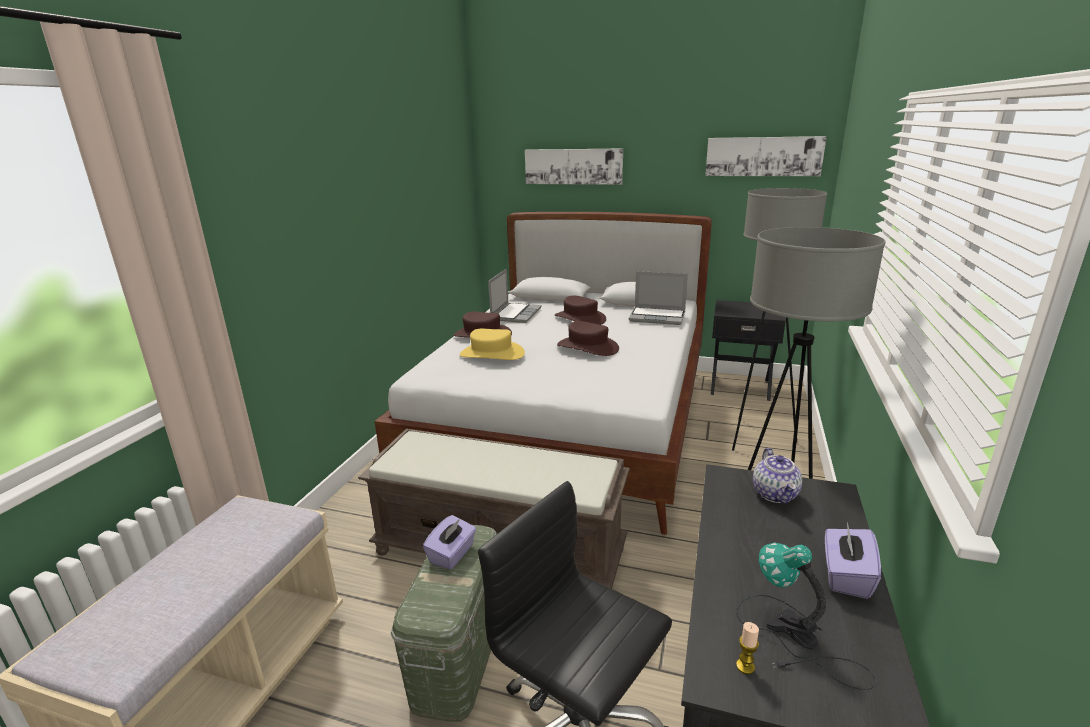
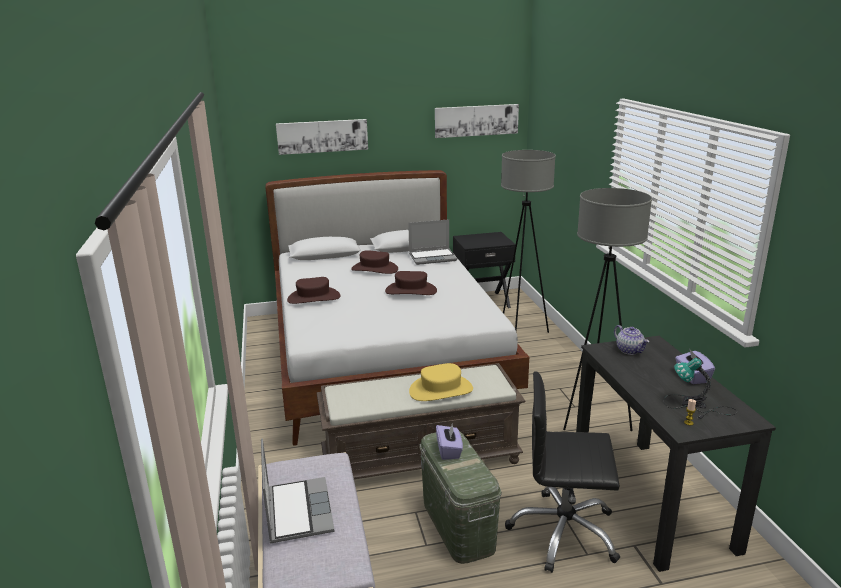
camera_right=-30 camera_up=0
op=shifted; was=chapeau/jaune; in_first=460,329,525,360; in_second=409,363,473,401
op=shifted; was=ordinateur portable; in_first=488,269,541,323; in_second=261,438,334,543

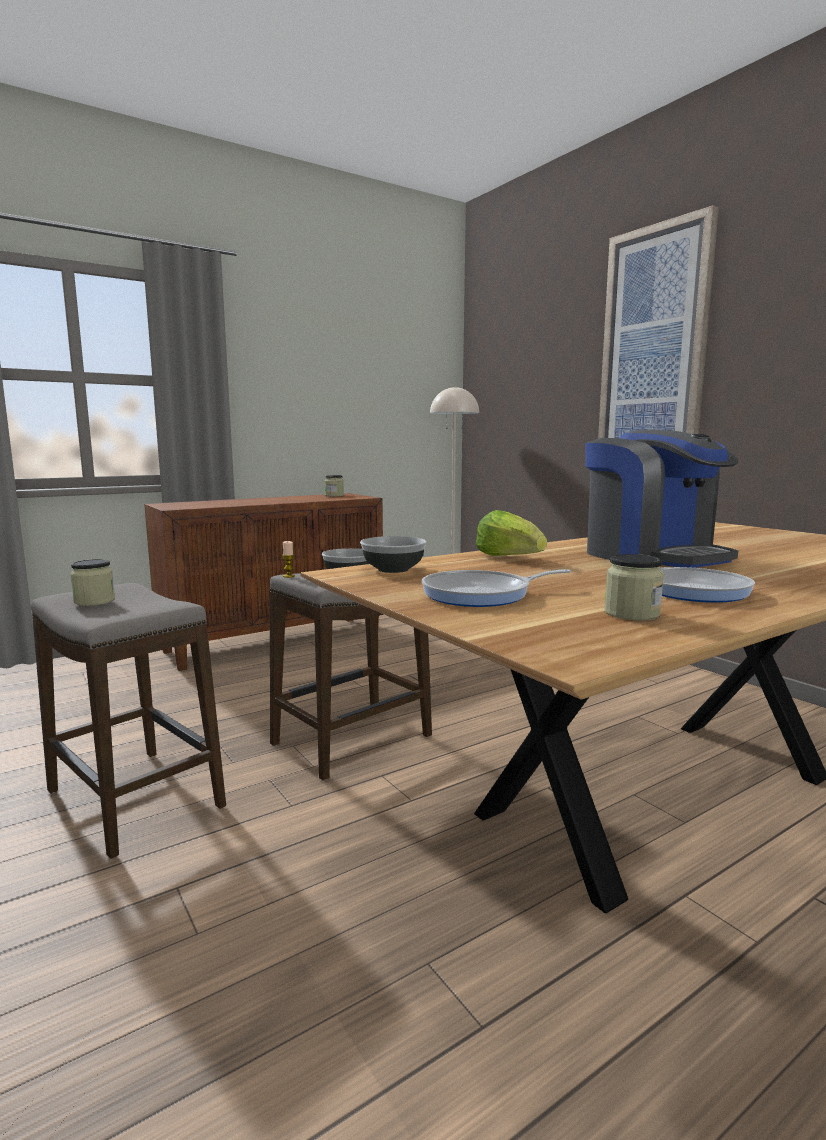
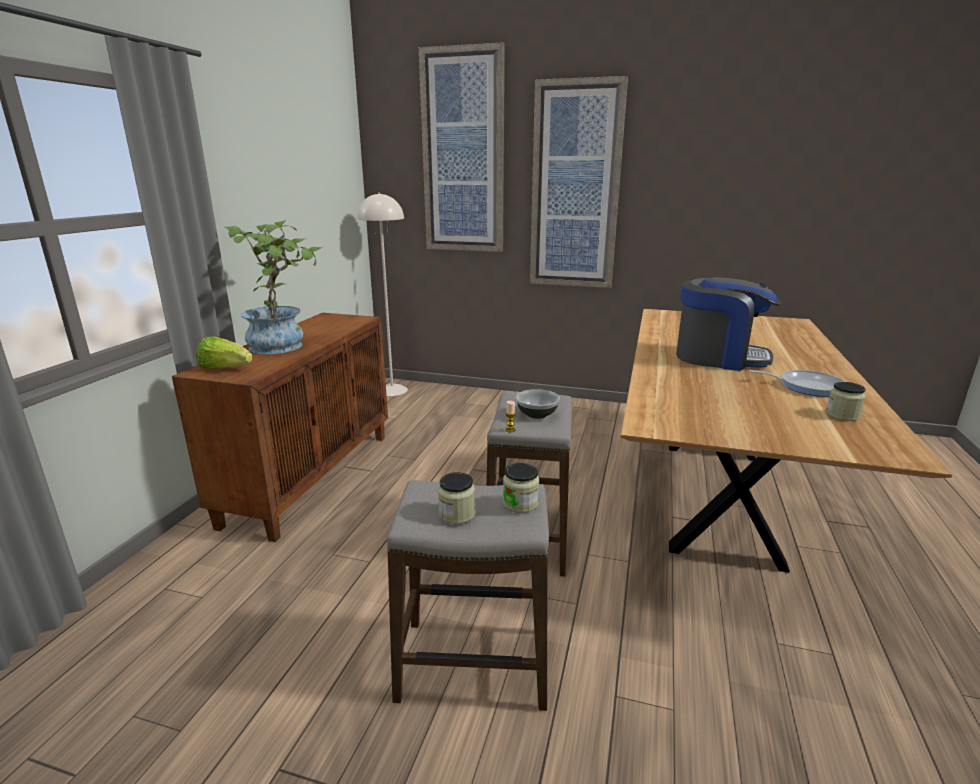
camera_right=-40 camera_up=10
op=shifted; was=bocal; in_first=324,475,344,497; in_second=503,463,539,513
op=gone; was=bol; in_first=360,536,427,573
op=gone; was=poêle; in_first=422,569,571,607
op=shifted; was=laitue; in_first=476,510,547,556; in_second=196,336,252,369
op=new; now=plante en pot; in_second=225,220,322,354
op=new; now=tableau; in_second=419,42,505,252

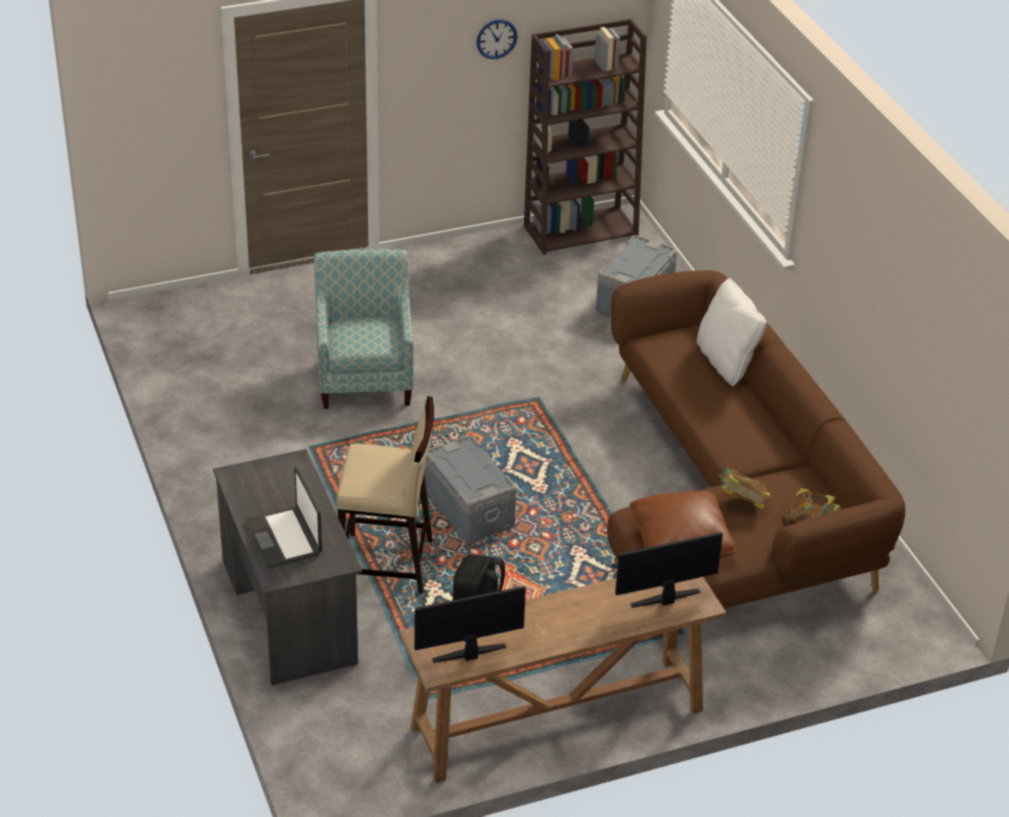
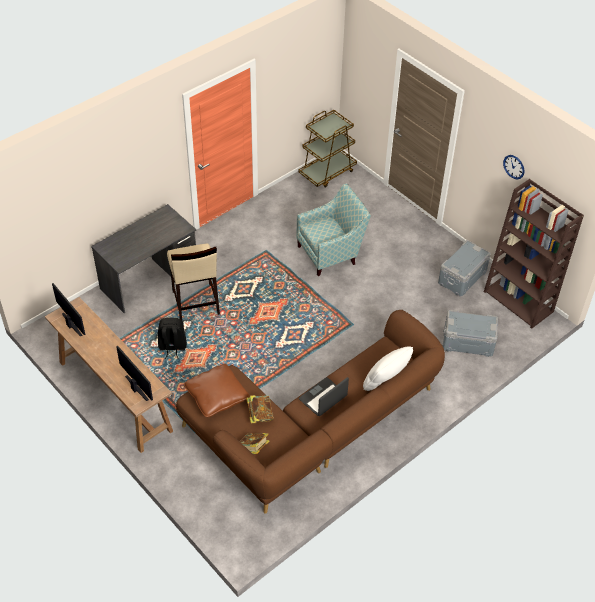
camera_right=70 camera_up=10
op=shifted; was=ordinateur portable; in_first=245,467,322,568; in_second=299,377,349,416
op=shifted; was=boîte de rangement/gris; in_first=424,435,517,543; in_second=438,240,491,297
op=new; now=chariot/marron; in_second=298,110,357,188

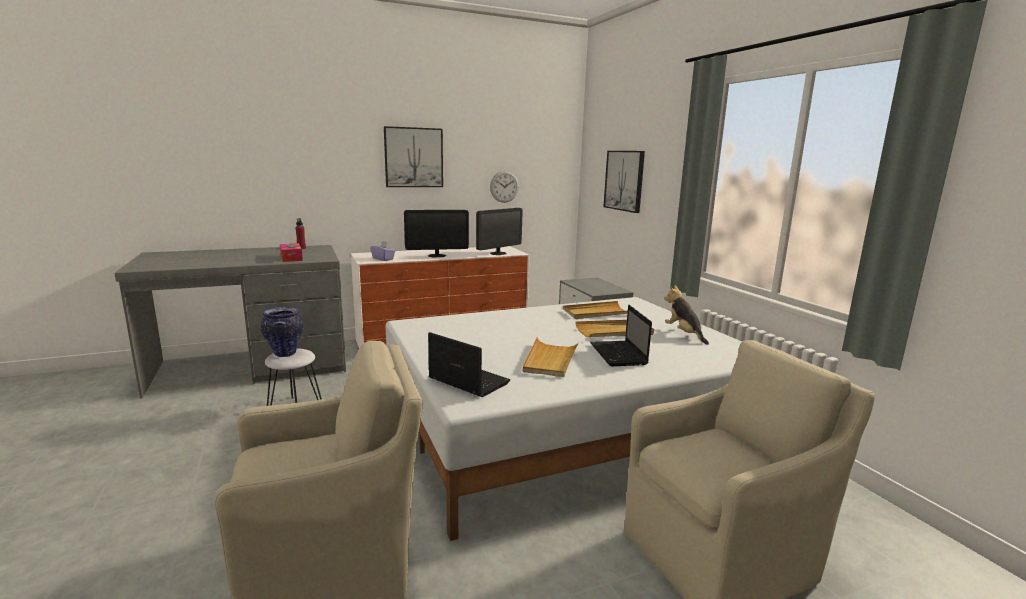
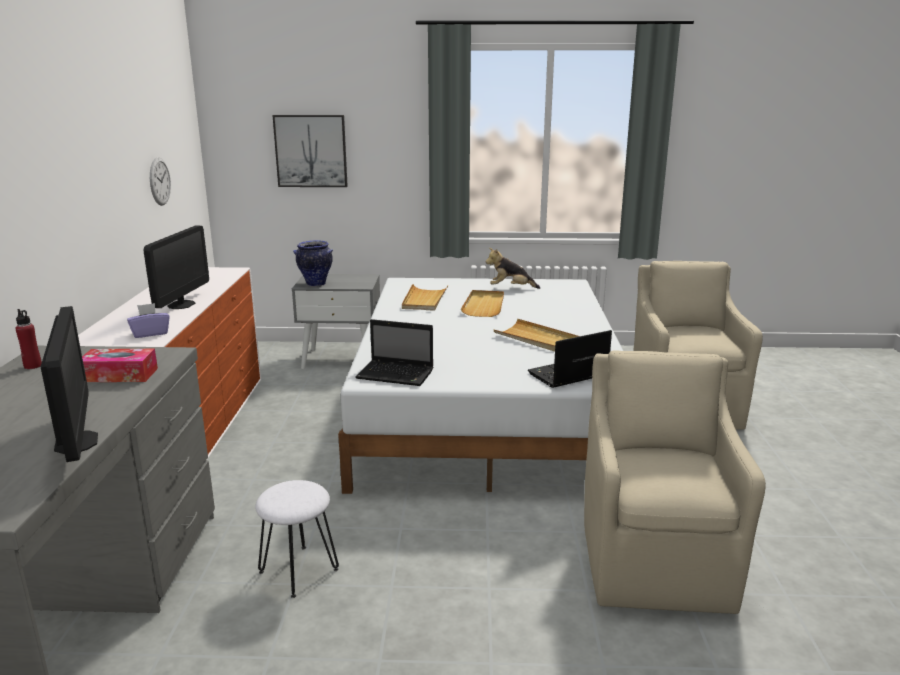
camera_right=-65 camera_up=5
op=shifted; was=vase; in_first=261,307,304,357; in_second=293,240,333,286
op=gone; was=tableau; in_first=384,126,443,187
op=shifted; was=écran d'ordinateur; in_first=476,208,523,255; in_second=41,306,98,462
op=shifted; was=ordinateur portable; in_first=590,305,652,366; in_second=355,319,434,386

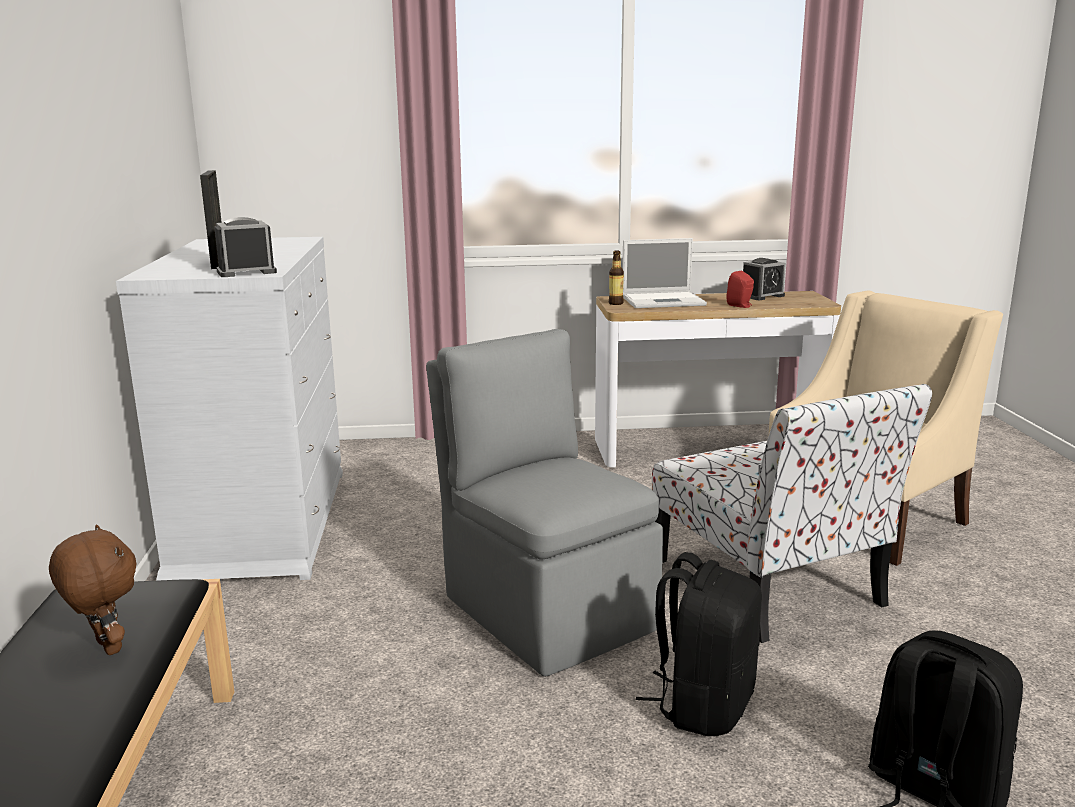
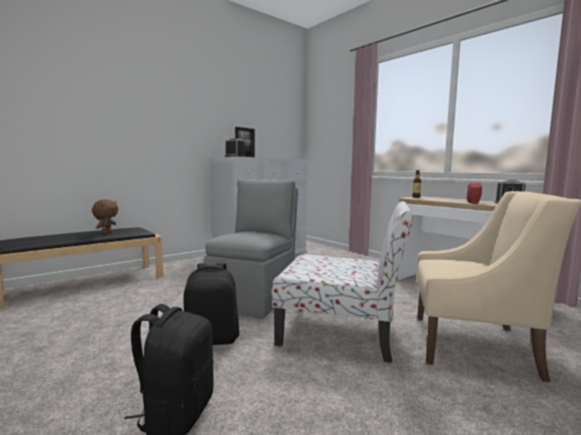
camera_right=55 camera_up=-10
op=gone; was=ordinateur portable; in_first=622,238,707,308
op=rotated; was=chaise; in_first=652,384,932,643; in_second=272,201,414,363; clockwise=-105

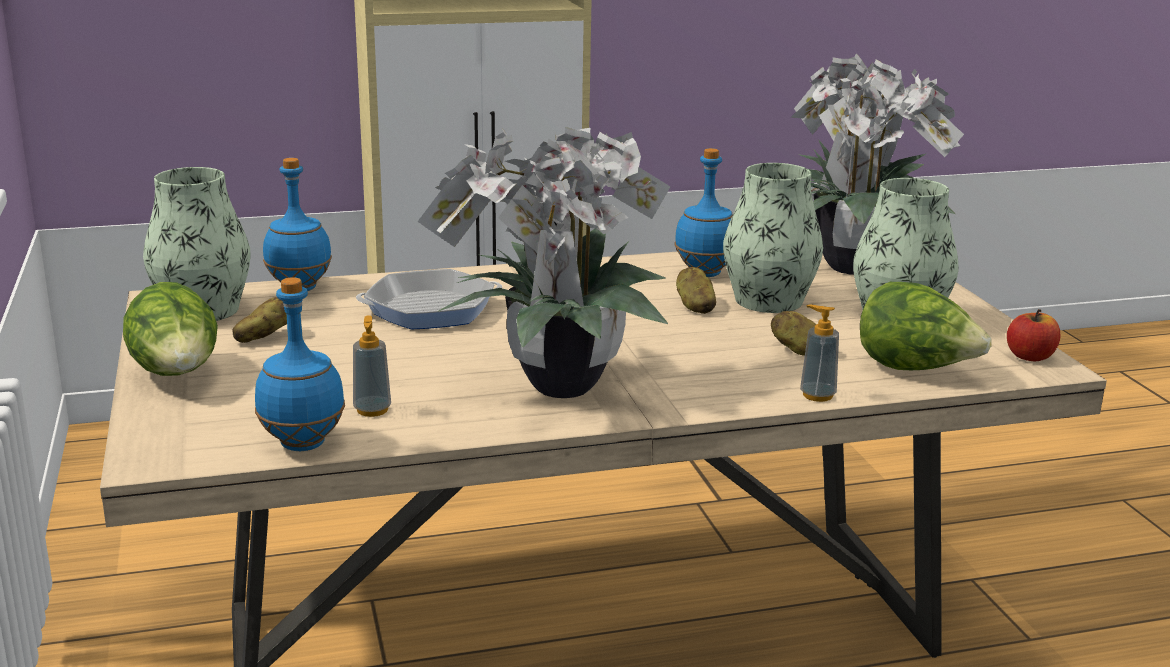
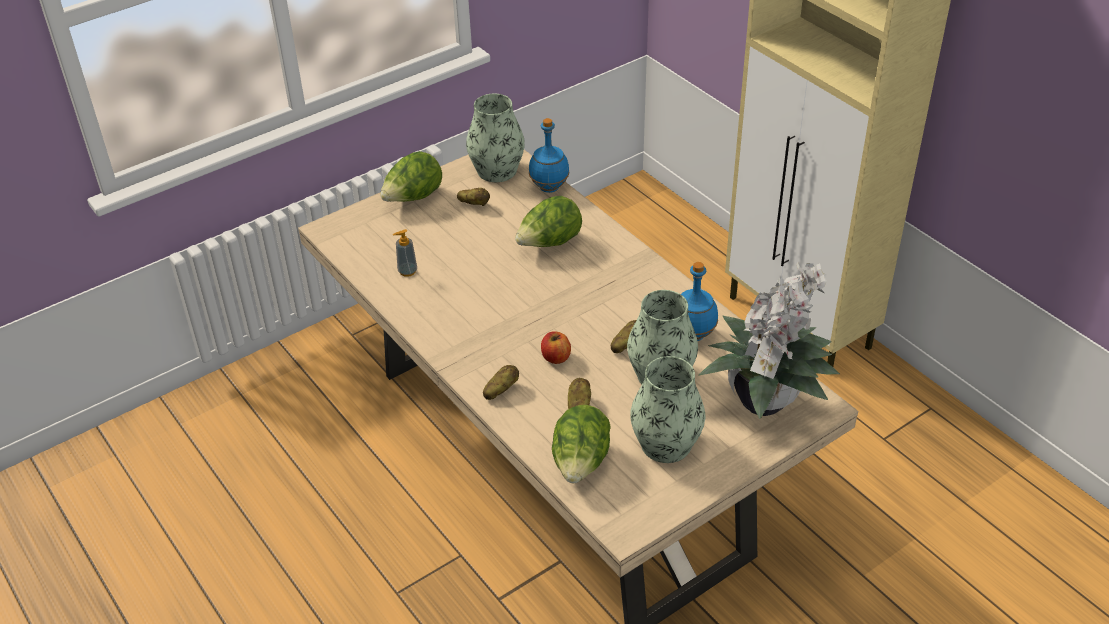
camera_right=70 camera_up=20
op=gone; was=bouteille/bleu; in_first=255,277,345,451
op=swapped; was=poêle; now=laitue; in_first=356,269,502,330; in_second=515,196,582,247
op=gone; was=plante en pot; in_first=417,127,671,398
op=gone; was=distributeur de savon; in_first=800,304,839,402
op=shifted; was=pomme; in_first=1007,309,1061,361; in_second=541,331,571,364
op=new; now=pomme de terre; in_second=483,365,519,400

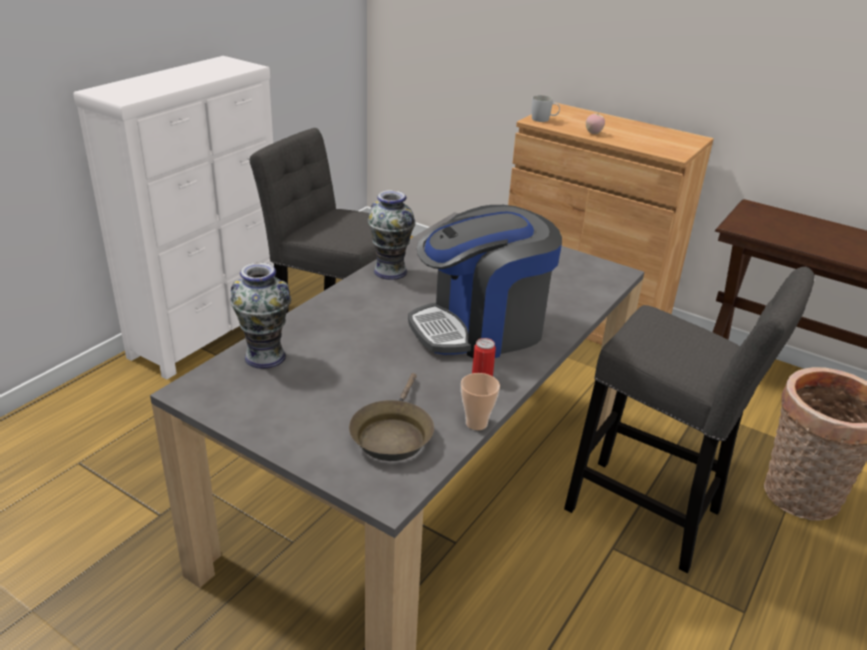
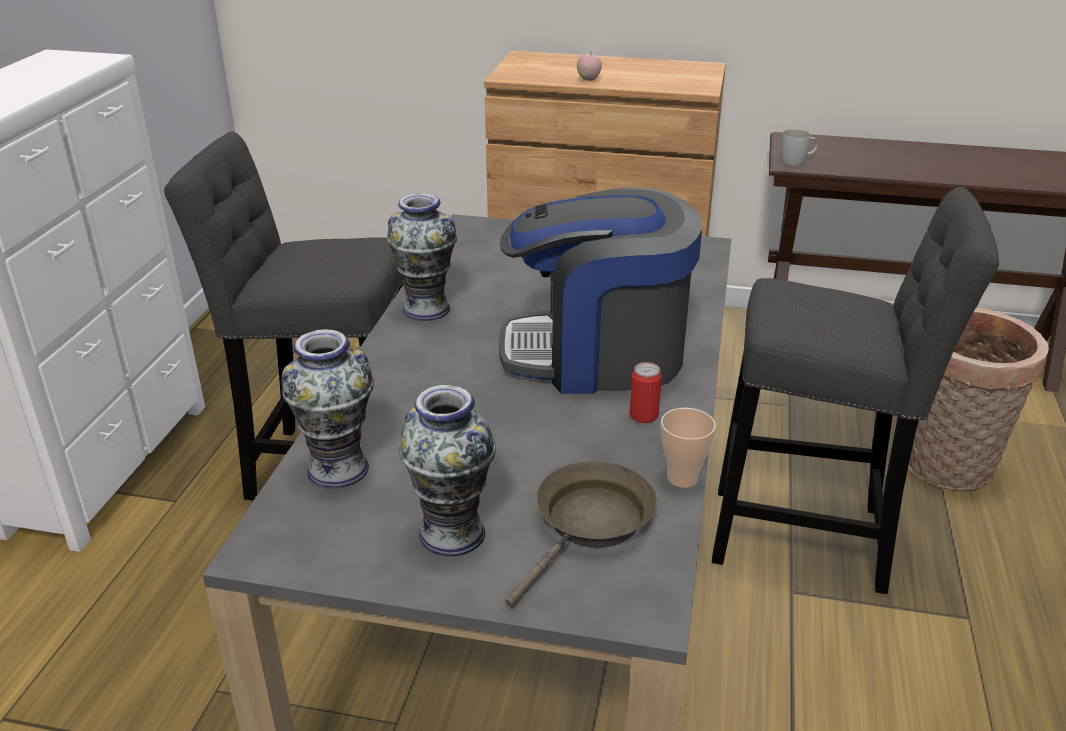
camera_right=-20 camera_up=0
op=rotated; was=poêle/marron; in_first=349,373,434,461; in_second=505,461,657,607; clockwise=-135
op=rotated; was=machine à café; in_first=408,205,562,358; in_second=499,187,702,394; clockwise=45
op=shifted; was=mug/blanc; in_first=532,95,560,122; in_second=781,129,818,166
op=new; now=vase; in_second=399,385,496,556

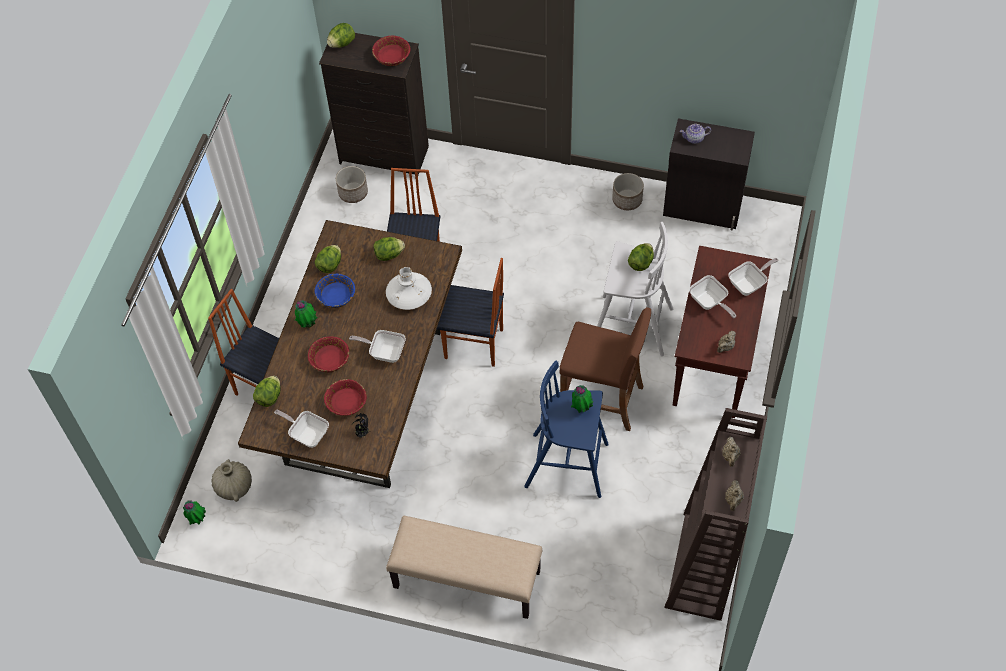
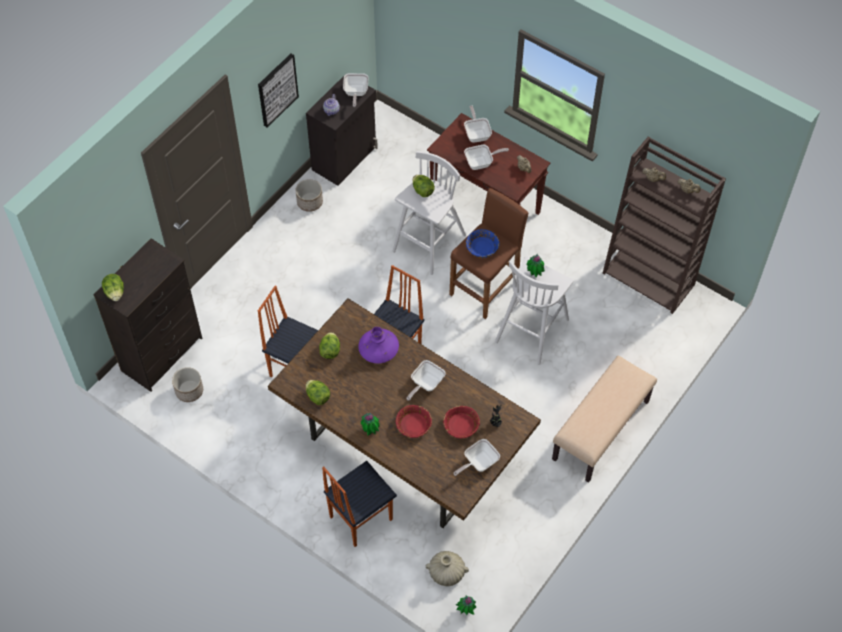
camera_right=-70 camera_up=0
op=gone; was=laitue; in_first=253,376,281,407
op=shifted; was=bol/bleu; in_first=314,274,355,308; in_second=466,229,500,258
op=gone; was=bol/rouge; in_first=372,35,410,66
op=repainted; was=vase/blanc; now=vase/violet; in_first=386,267,432,310; in_second=358,327,399,363
op=repainted; was=tabouret/bleu; now=tabouret/blanc; in_first=524,361,609,498; in_second=495,257,574,365
op=new; now=tableau; in_second=258,54,299,127
op=new; now=poêle; in_second=343,73,369,107

